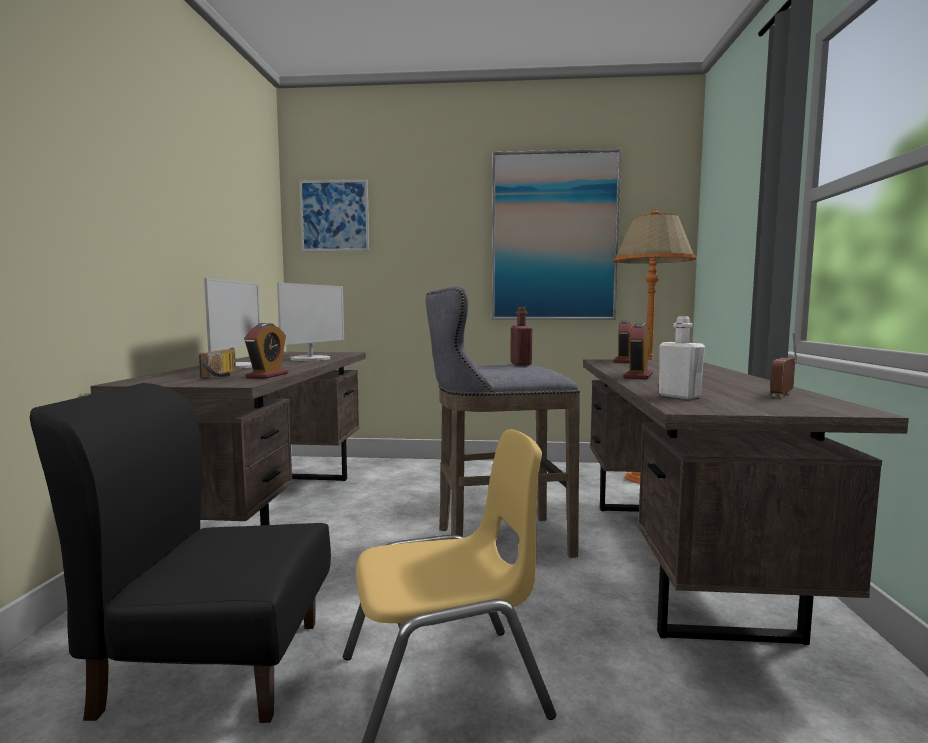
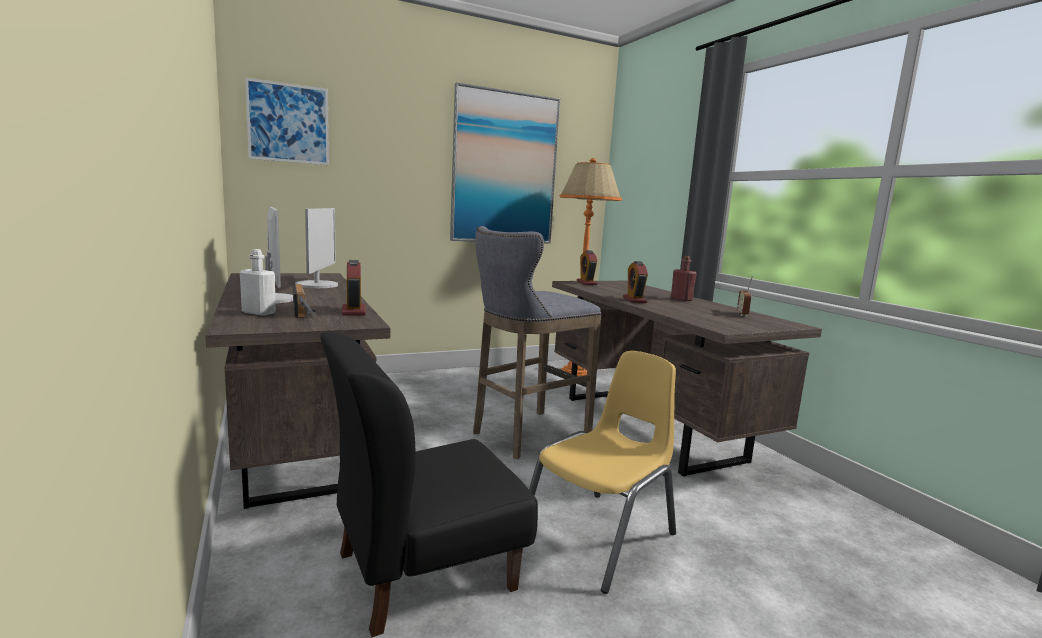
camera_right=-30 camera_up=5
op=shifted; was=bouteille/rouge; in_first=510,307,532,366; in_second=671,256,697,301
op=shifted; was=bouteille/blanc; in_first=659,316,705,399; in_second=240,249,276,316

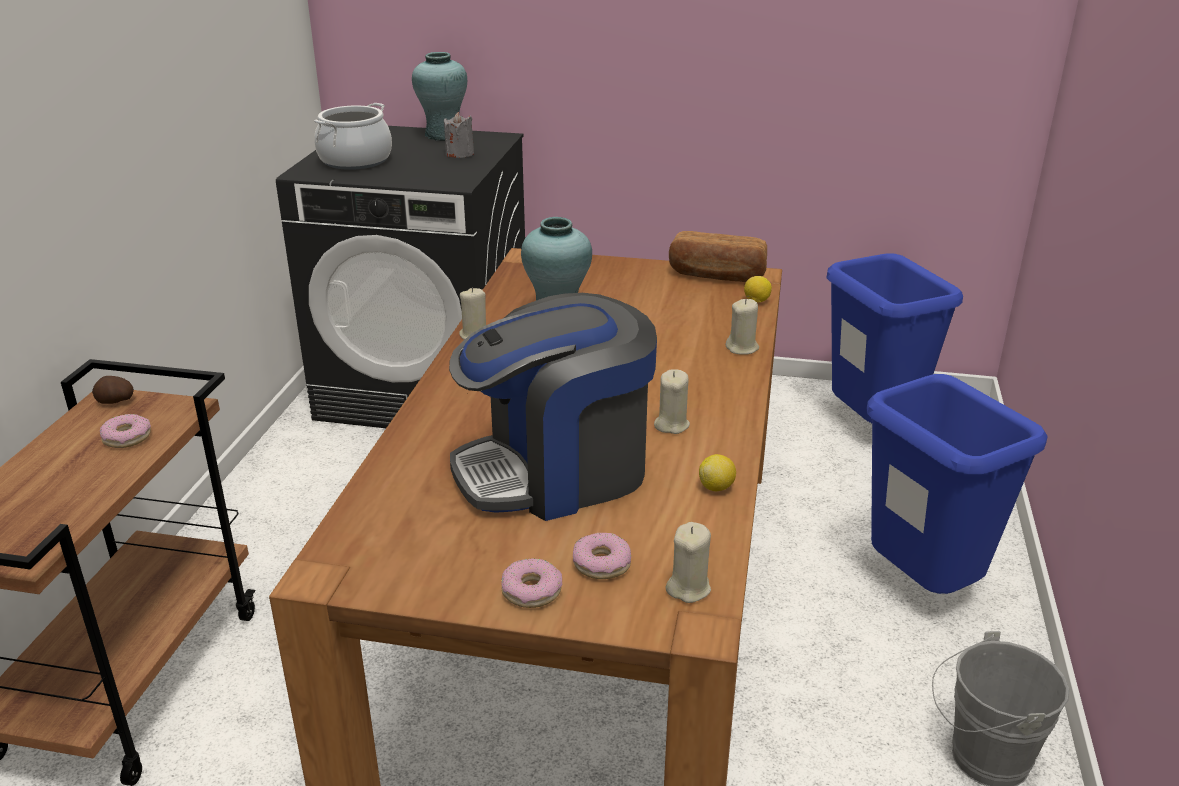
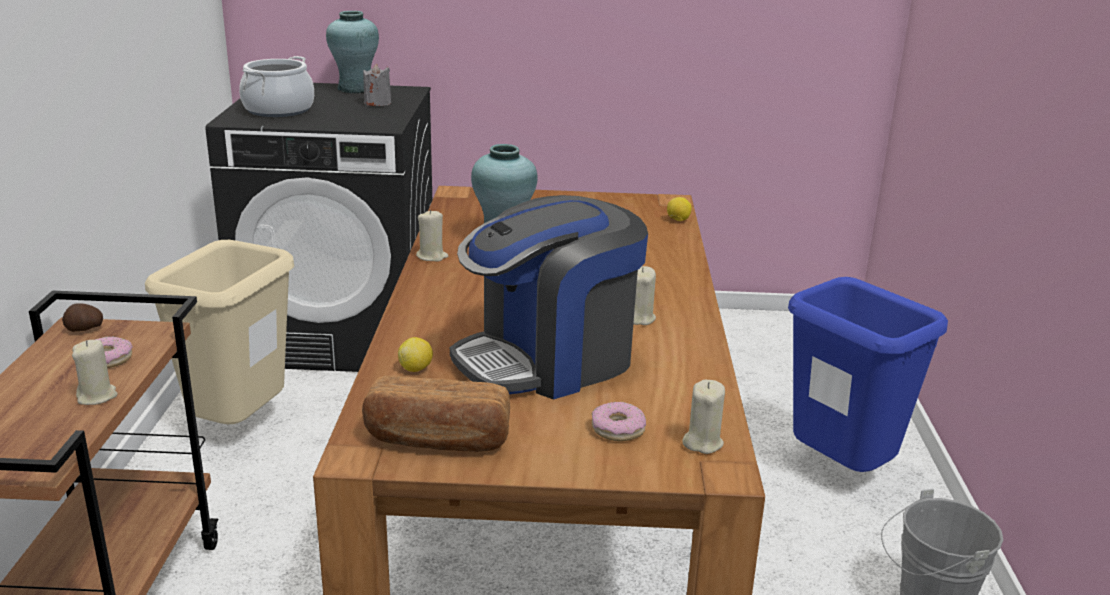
camera_right=-10 camera_up=-5
op=gone; was=beignet; in_first=501,558,562,608
op=shifted; was=pain; in_first=669,231,767,282; in_second=362,375,510,452
op=shifted; was=citron; in_first=699,454,736,491; in_second=398,337,433,372
op=shifted; was=bougie/beige; in_first=726,299,759,355; in_second=72,340,118,405
op=gone; was=poubelle/bleu; in_first=826,253,963,423
op=new; now=poubelle/beige; in_second=145,240,294,424

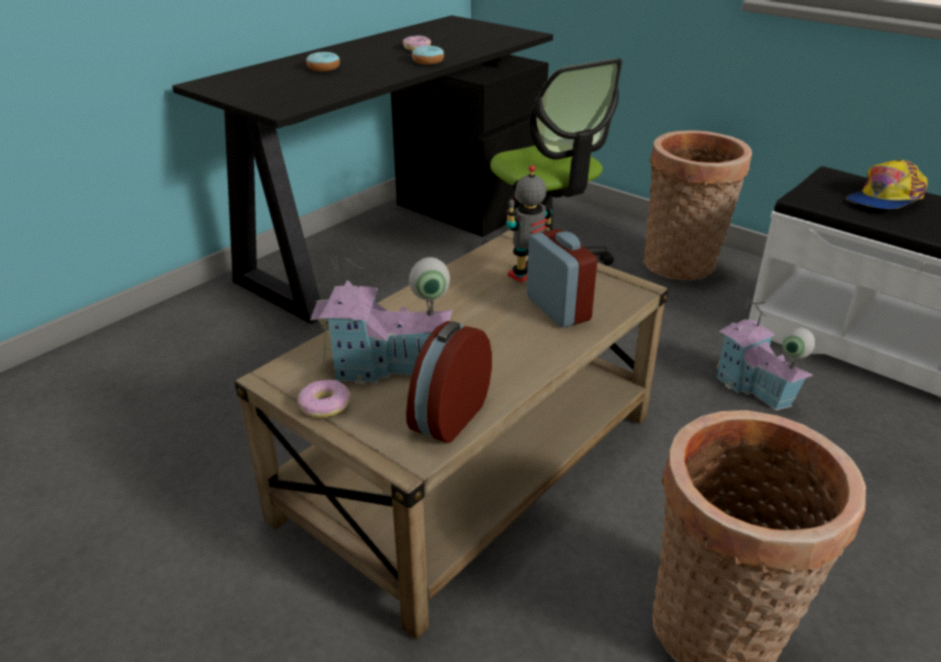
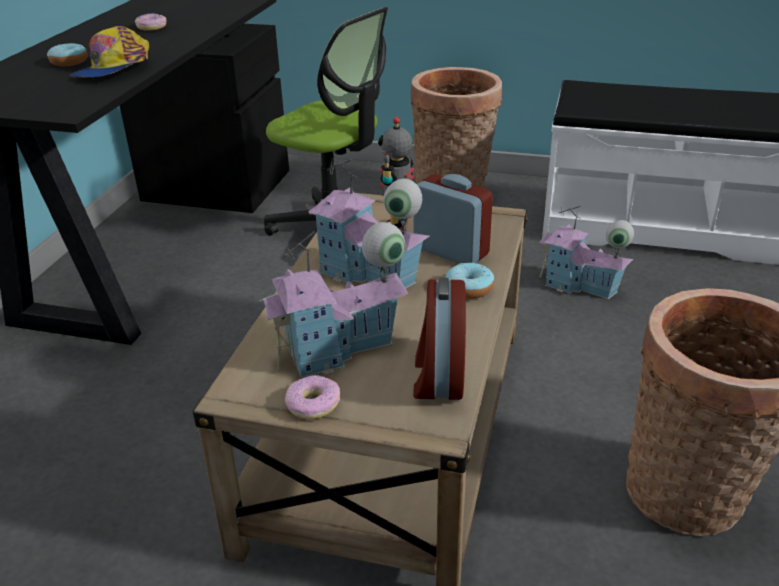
camera_right=-25 camera_up=0
op=shifted; was=beignet; in_first=412,45,444,65; in_second=445,263,494,299
op=shifted; was=casquette; in_first=846,160,928,209; in_second=70,26,149,78
op=new; now=maison miniature; in_second=308,159,430,289

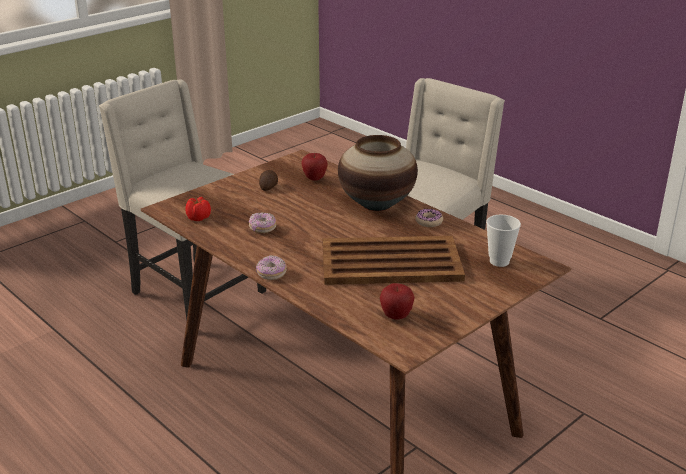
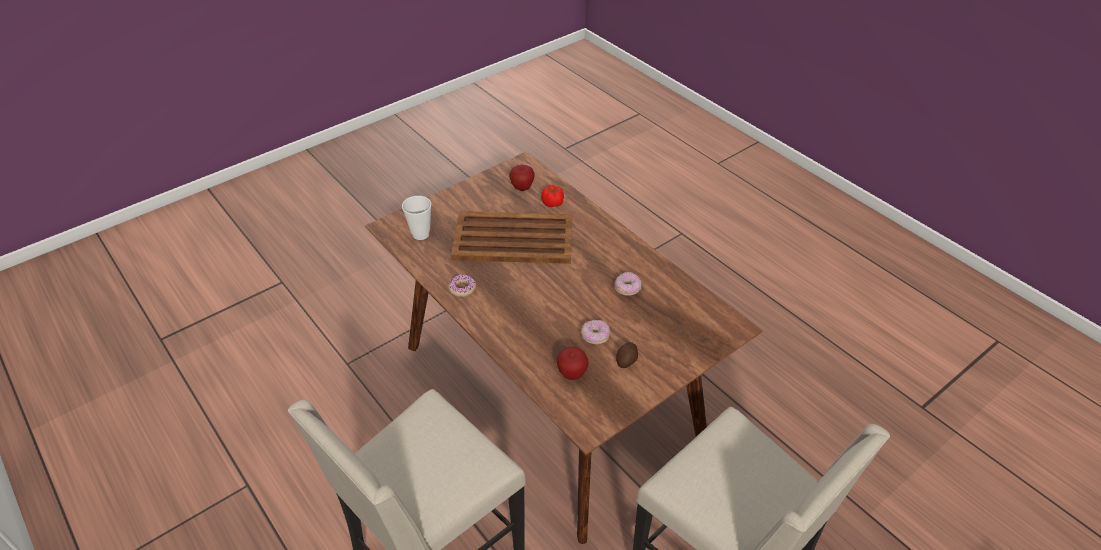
camera_right=-175 camera_up=15
op=shifted; was=tomate; in_first=185,197,211,221; in_second=541,185,564,207
op=shifted; was=beignet; in_first=256,255,287,280; in_second=581,320,610,344
op=gone; was=vase; in_first=338,135,418,211

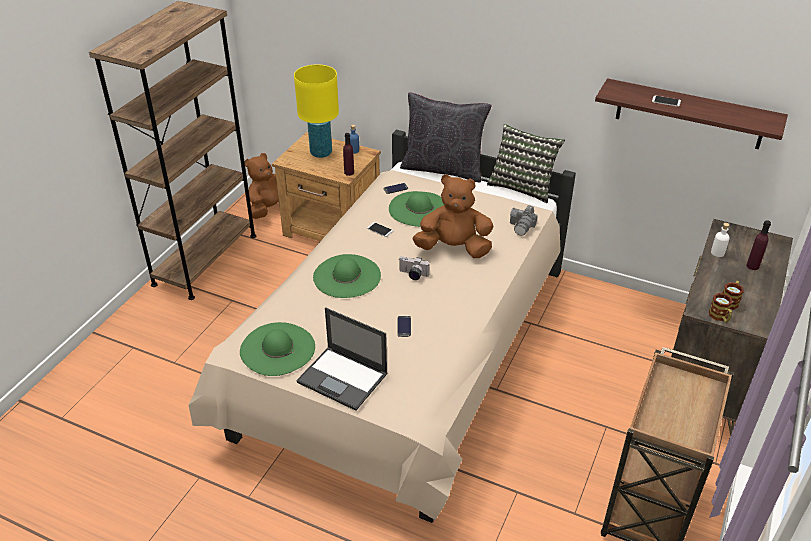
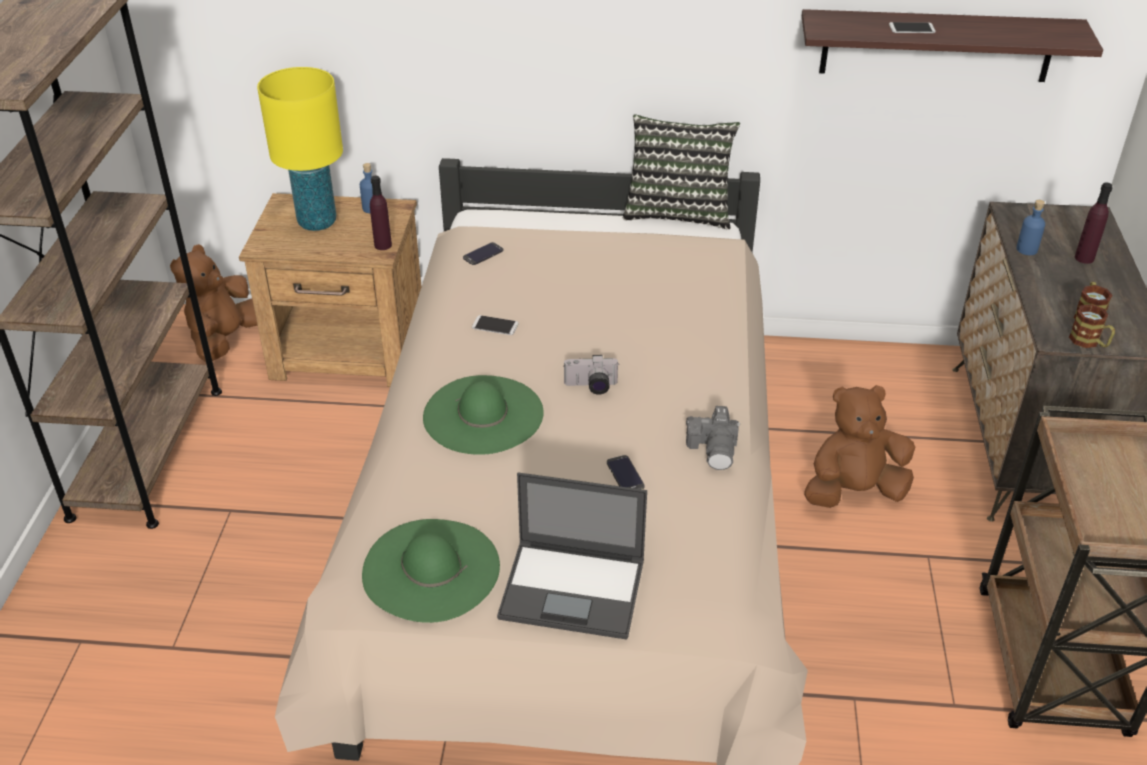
camera_right=-20 camera_up=0
op=gone; was=chapeau/vert; in_first=389,191,444,227
op=gone; was=coussin/noir; in_first=400,92,492,183
op=shifted; was=peluche/marron; in_first=413,174,493,258; in_second=804,385,915,508
op=shifted; was=appareil photo; in_first=510,205,538,236; in_second=686,406,740,470
op=repainted; was=bouteille/blanc; now=bouteille/bleu; in_first=711,223,730,257; in_second=1016,200,1045,255

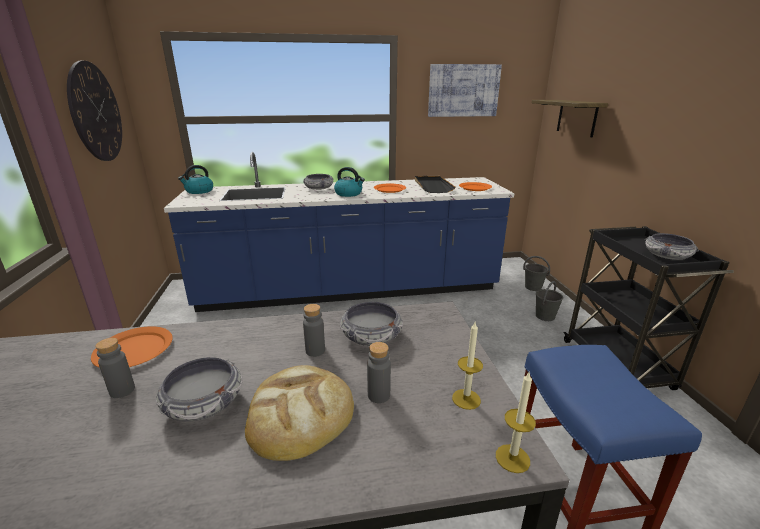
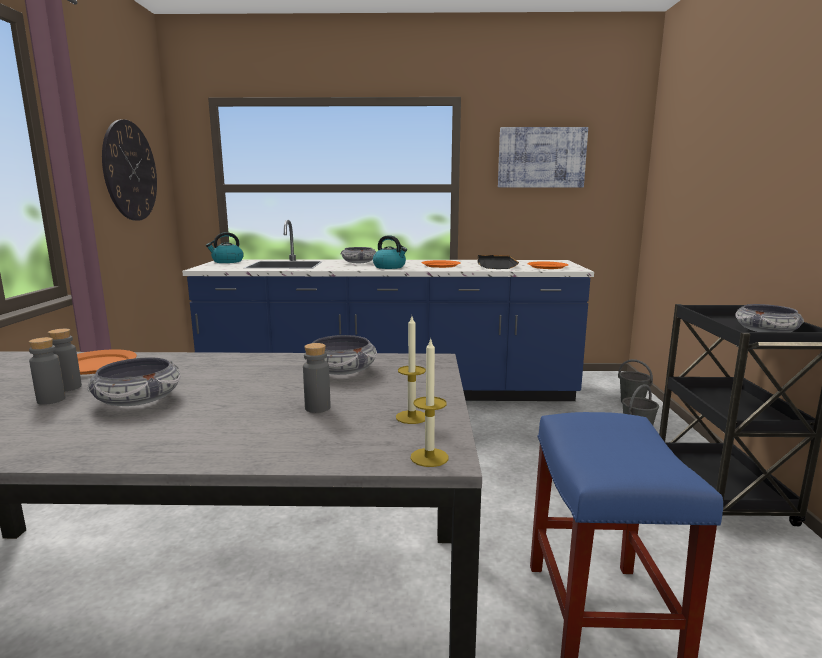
camera_right=10 camera_up=-10
op=gone; was=pain; in_first=245,365,354,461
op=shifted; was=bouteille/gris; in_first=303,304,325,357; in_second=29,337,66,405
op=gone; was=étagère; in_first=532,100,608,137

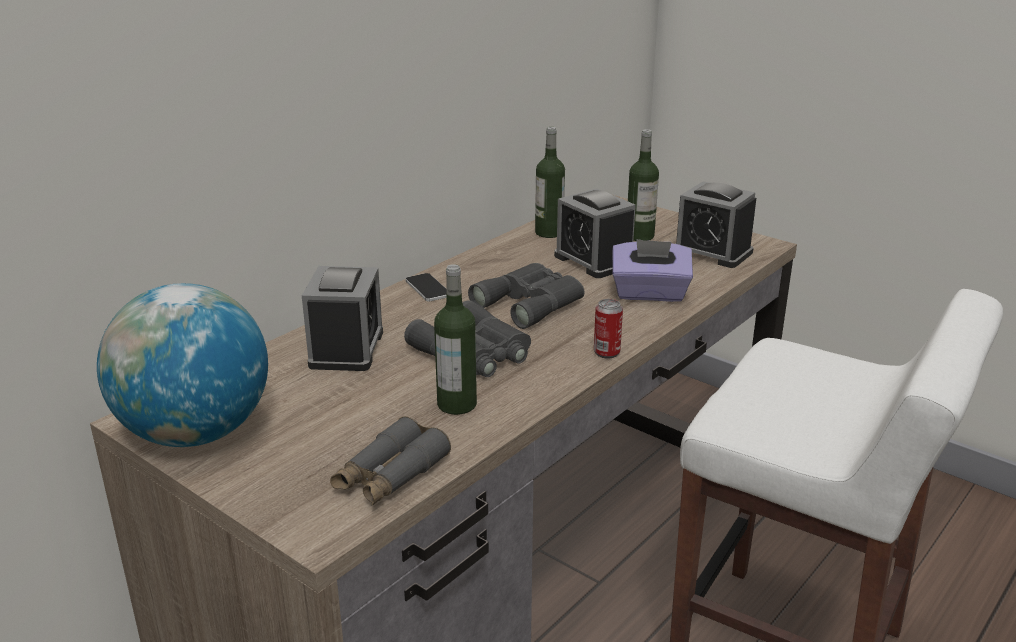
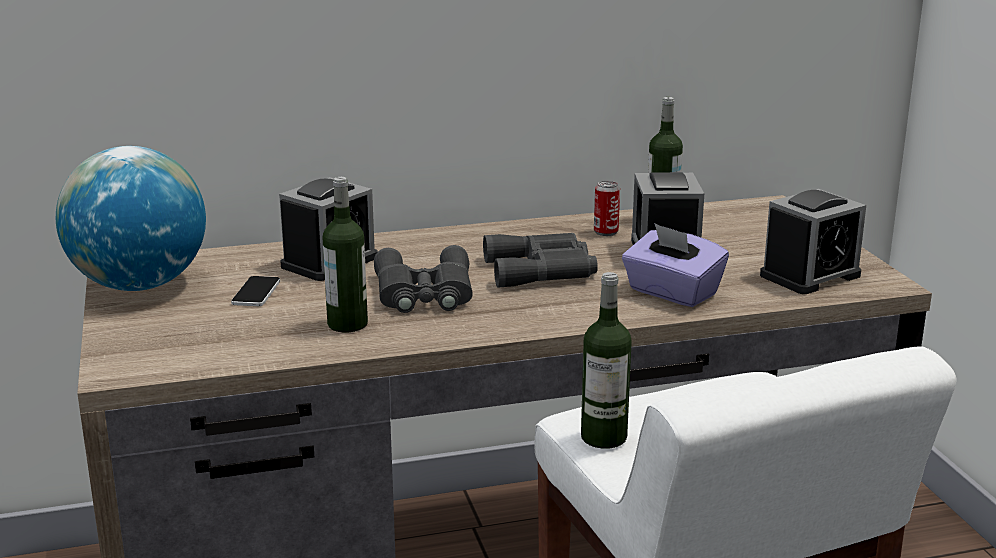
camera_right=35 camera_up=-5
op=gone; was=jumelles/gris; in_first=330,416,451,506
op=shifted; was=téléphone; in_first=406,273,446,302; in_second=231,276,280,306
op=shifted; was=boîte métallique; in_first=594,299,623,359; in_second=594,181,620,236
op=shifted; was=bouteille; in_first=628,129,659,241; in_second=581,272,632,449
op=rotated; was=réveil; in_first=675,181,756,268; in_second=760,189,866,294; clockwise=-105

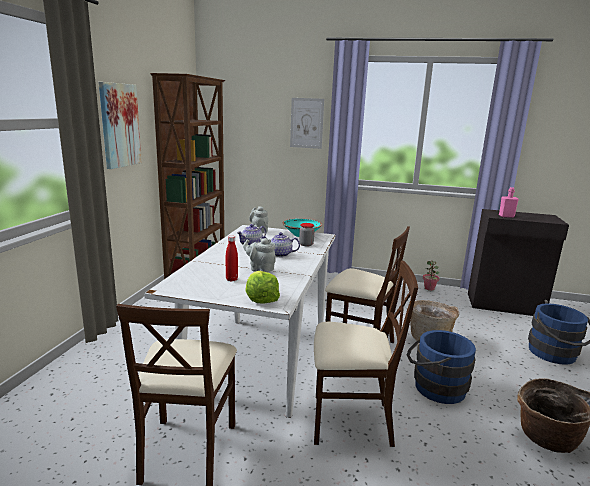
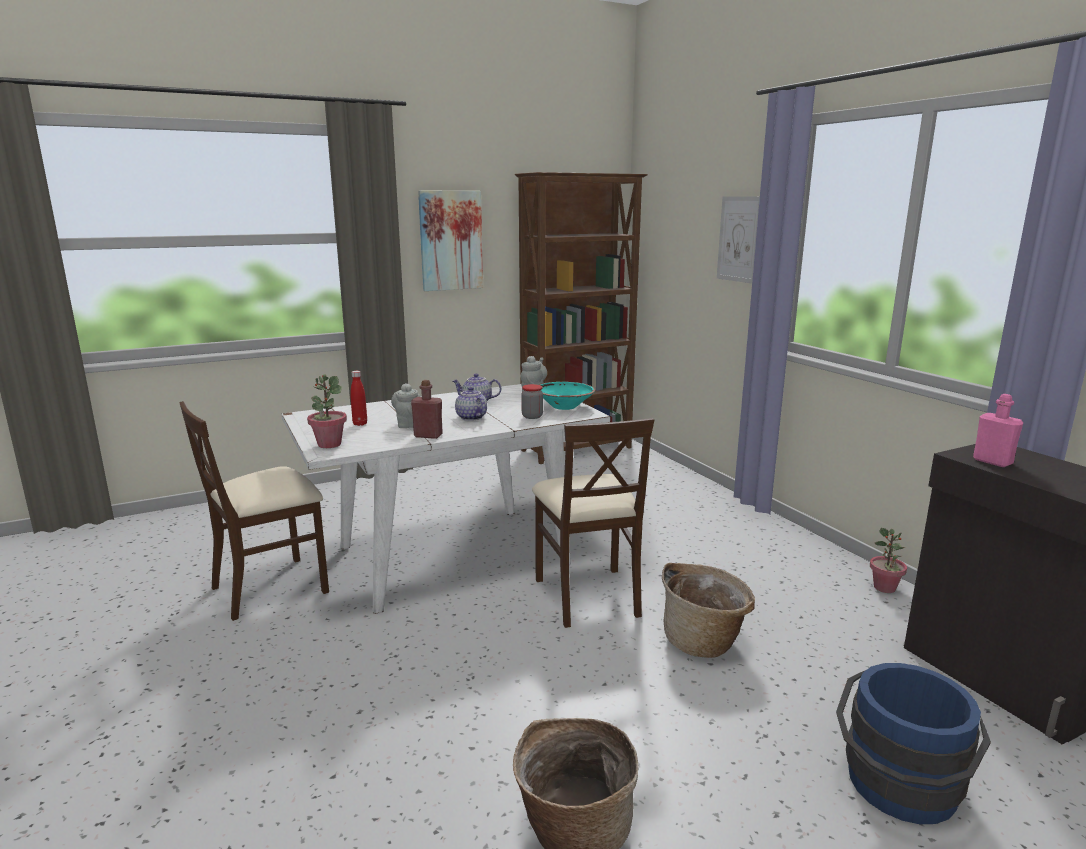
camera_right=50 camera_up=0
op=swapped; was=laitue; now=plante en pot; in_first=246,271,280,303; in_second=307,375,347,448
op=gone; was=chaise/beige; in_first=314,261,418,447
op=gone; was=seau/bleu; in_first=407,330,476,404
op=new; now=bouteille/rouge; in_second=411,380,443,439

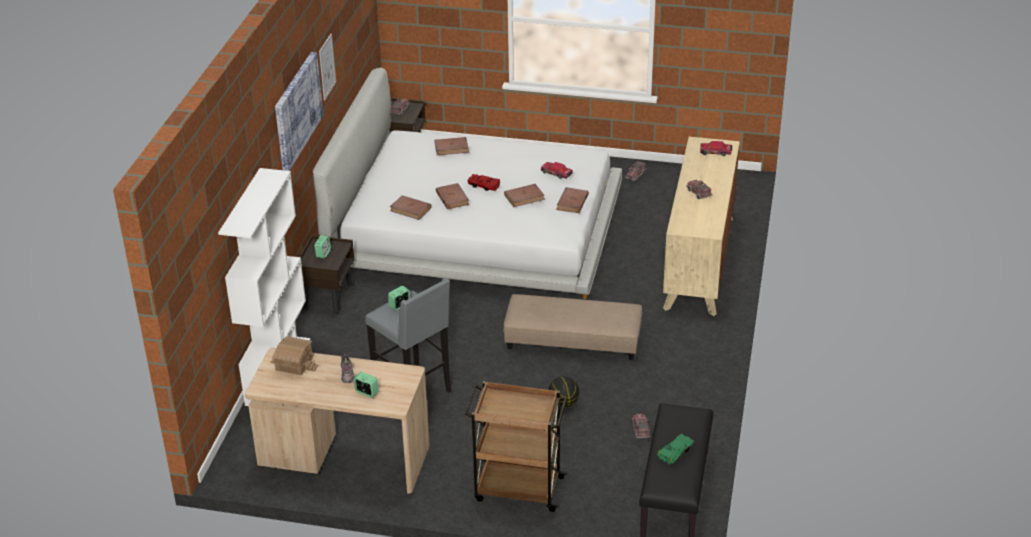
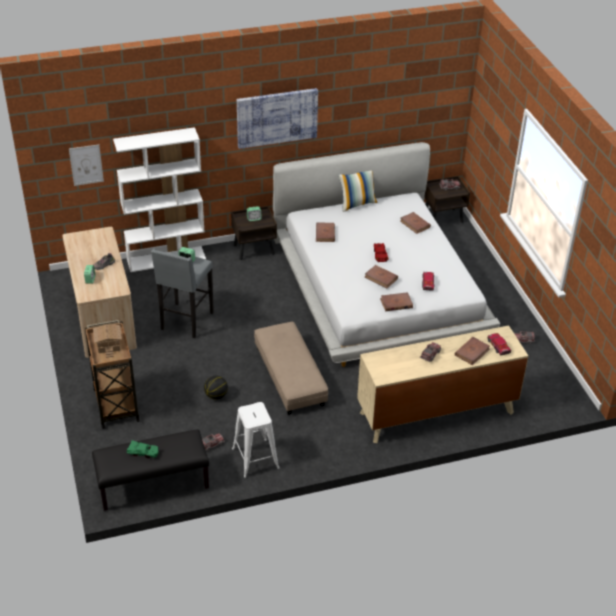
camera_right=60 camera_up=5
op=shifted; was=maison miniature; in_first=270,336,318,375; in_second=93,324,122,358
op=shifted; was=tableau; in_first=319,34,336,100; in_second=69,144,104,186
op=shifted; was=livre/marron; in_first=436,183,469,209; in_second=455,337,490,365
op=new; now=tabouret/blanc; in_second=232,402,280,478
op=new; now=coussin; in_second=338,171,378,212

